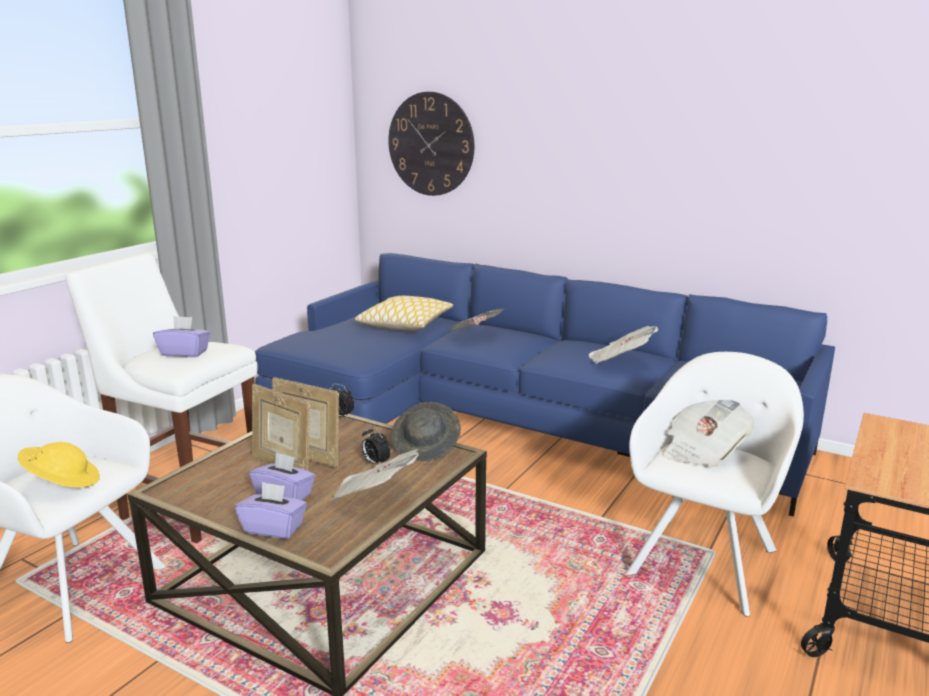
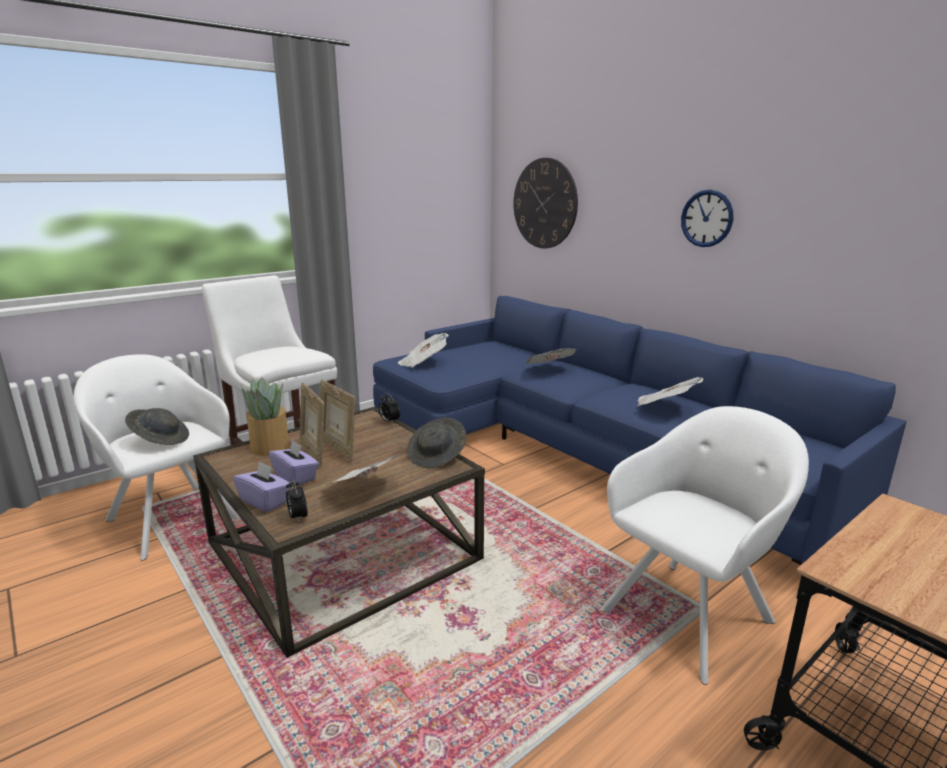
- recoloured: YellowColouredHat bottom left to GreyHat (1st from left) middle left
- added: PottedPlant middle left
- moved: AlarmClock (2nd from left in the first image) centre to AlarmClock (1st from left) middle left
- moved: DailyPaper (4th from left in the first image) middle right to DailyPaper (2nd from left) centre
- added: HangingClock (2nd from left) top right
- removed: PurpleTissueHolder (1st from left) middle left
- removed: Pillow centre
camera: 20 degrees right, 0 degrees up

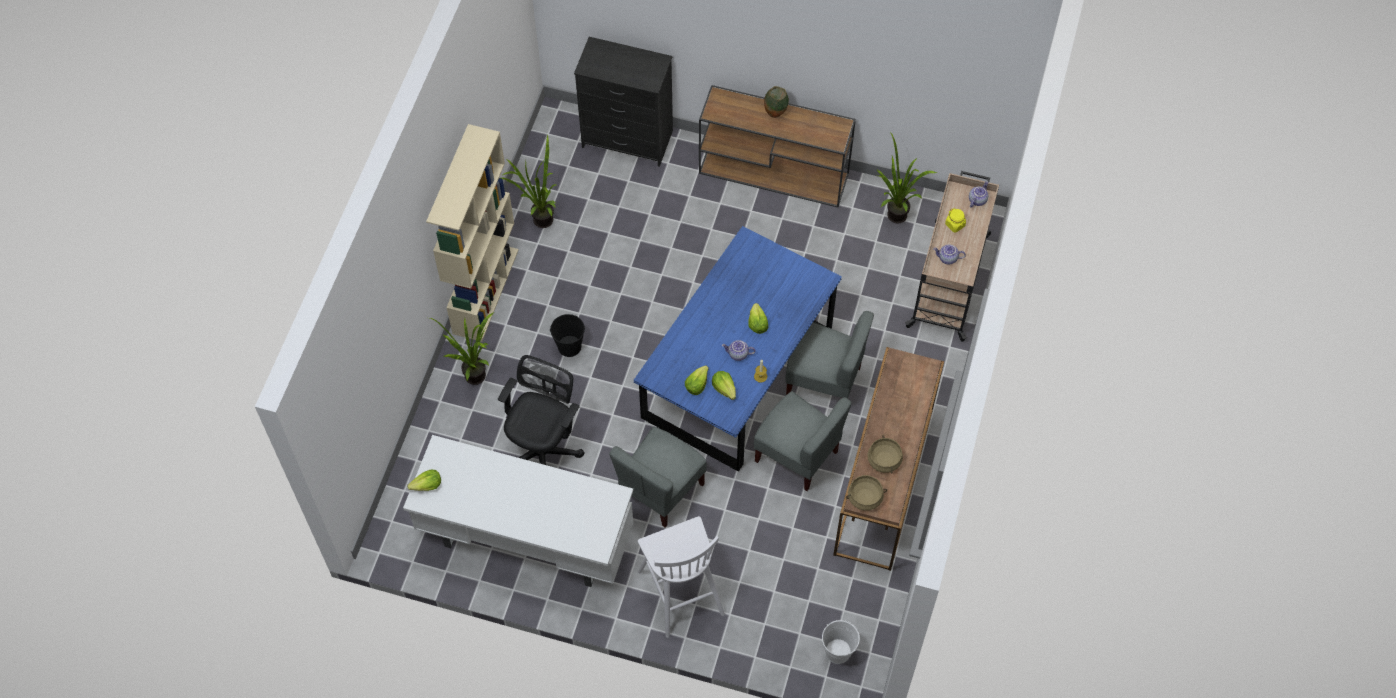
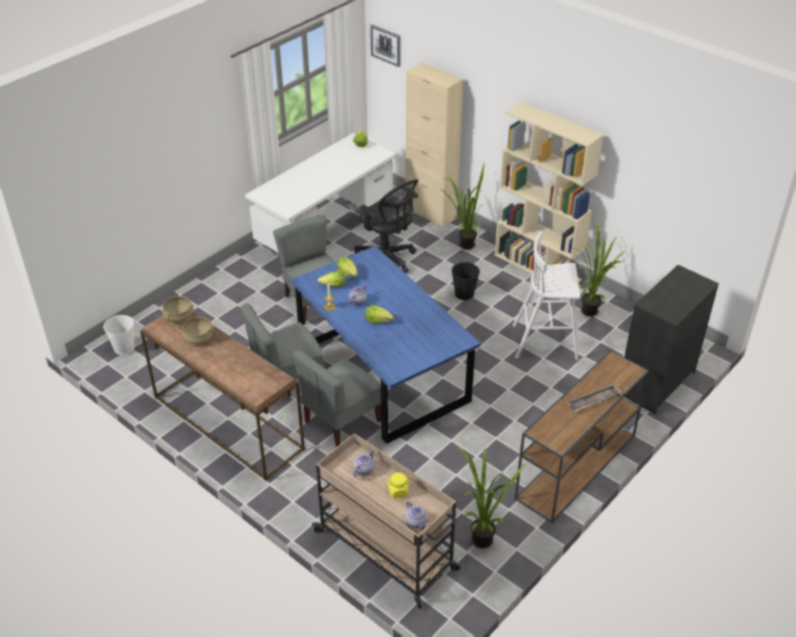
- added: Picture top centre
- added: BeigeColouredStorageCabinet top centre
- moved: WhitishStool bottom centre to middle right
- replaced: FlowerVase top centre to Tray middle right
camera: 115 degrees right, 20 degrees down

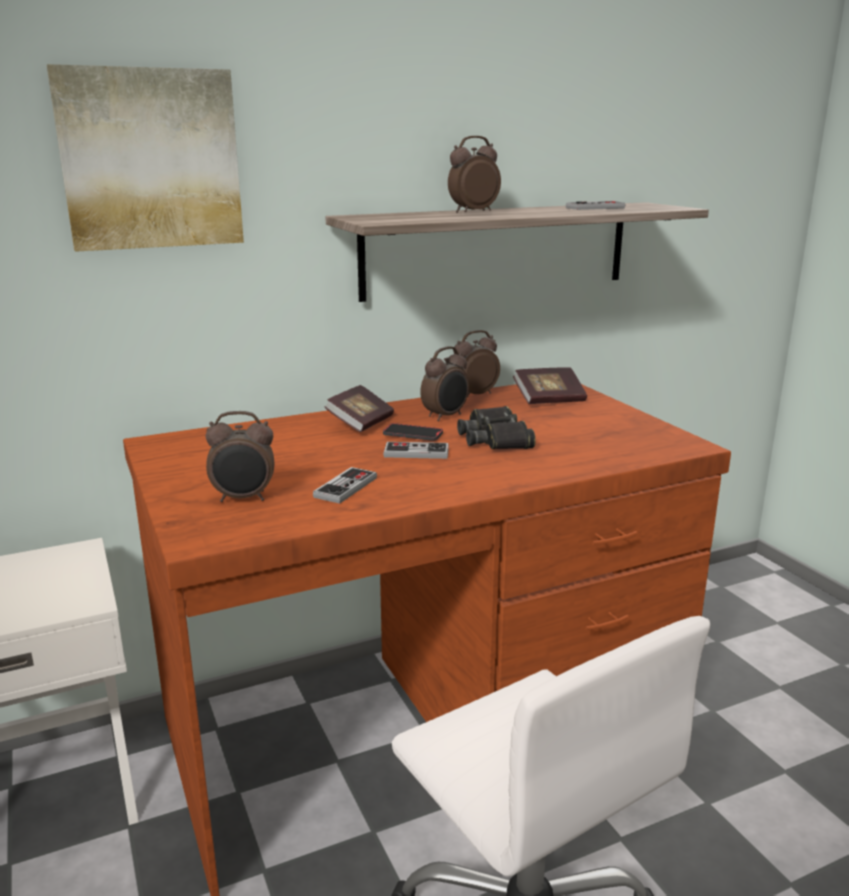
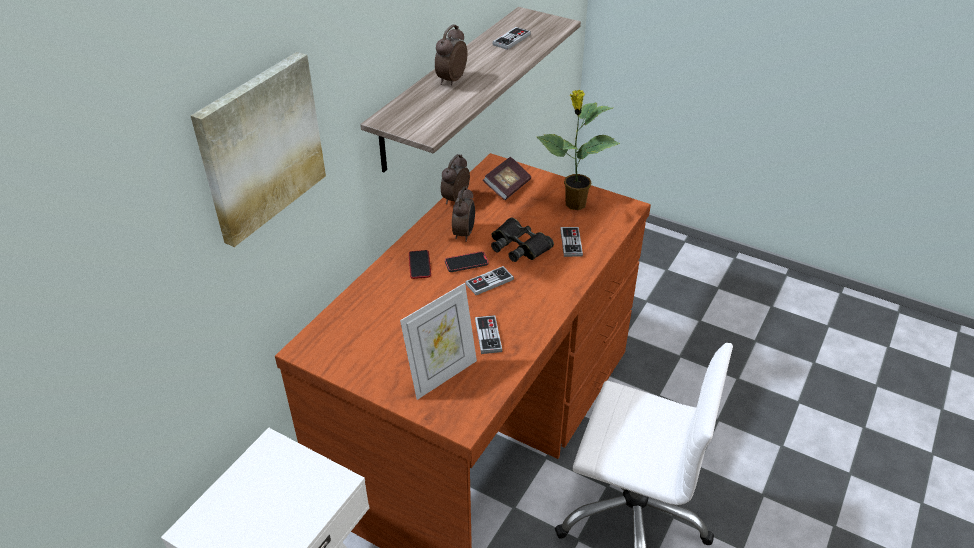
- replaced: AlarmClock (1st from left) middle left to PictureFrame centre
- replaced: Volume (1st from left) centre to Handset (1st from left) centre
- added: PottedPlant top centre
- added: Gamepad (4th from left) centre
camera: 35 degrees left, 20 degrees up

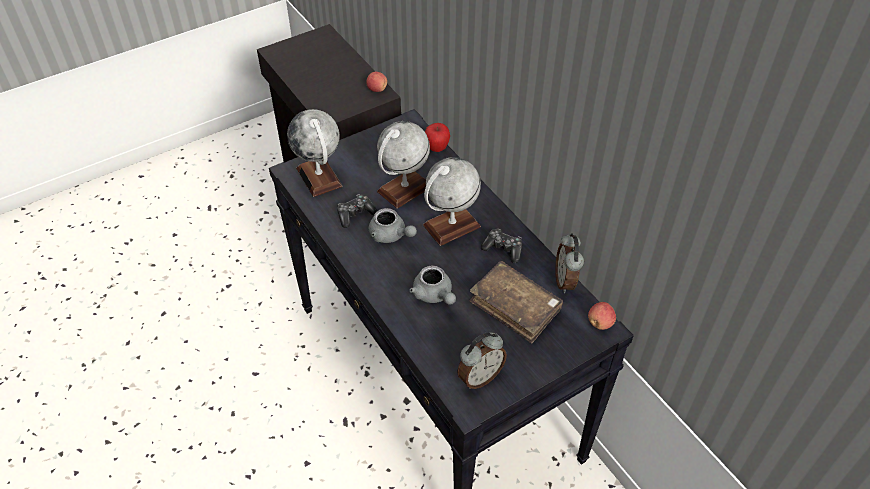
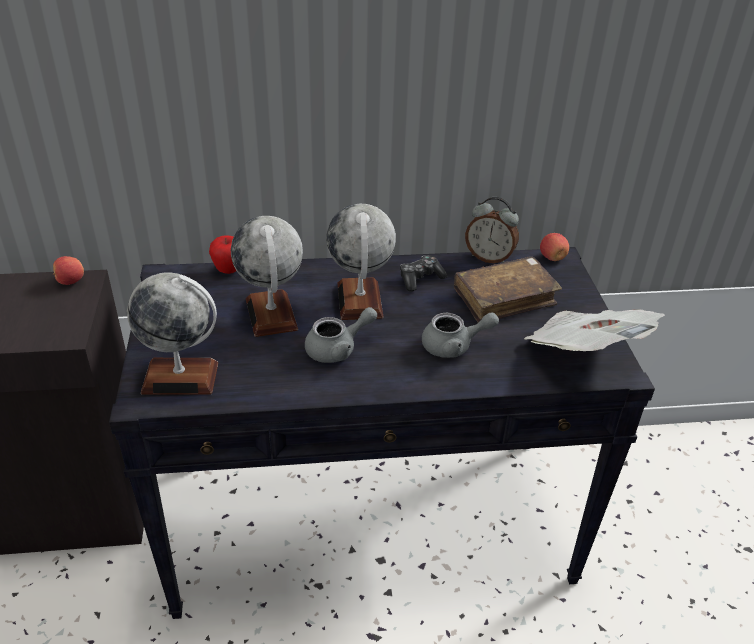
- replaced: AlarmClock (1st from left) bottom centre to DailyPaper middle right
- removed: Gamepad (1st from left) centre
camera: 65 degrees left, 10 degrees down

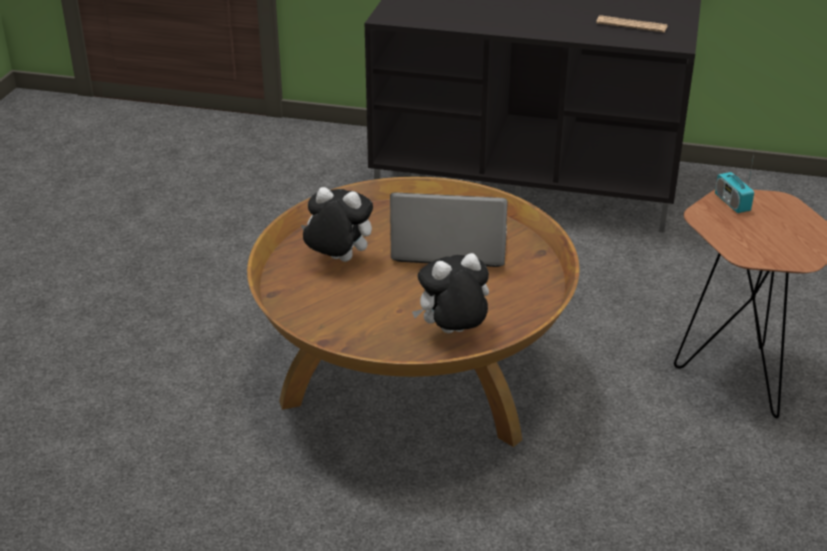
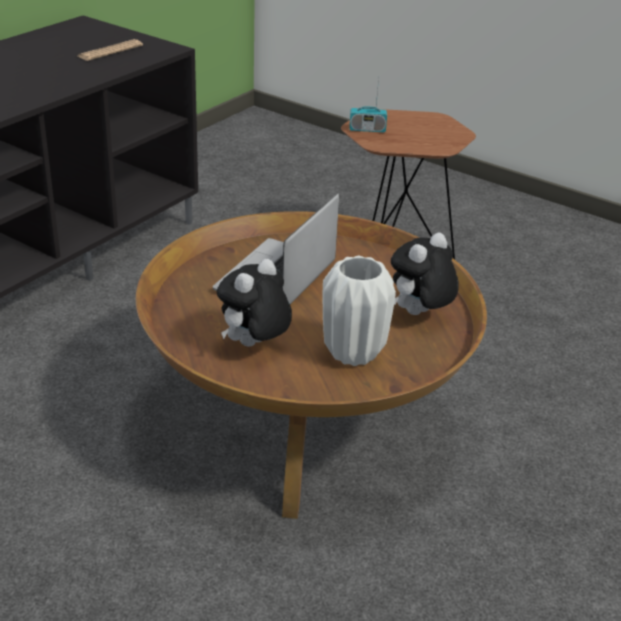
- added: WhitishFlowerVase centre
- turned: SoftToy (2nd from left) centre = middle right 45 degrees clockwise
camera: 70 degrees left, 0 degrees up

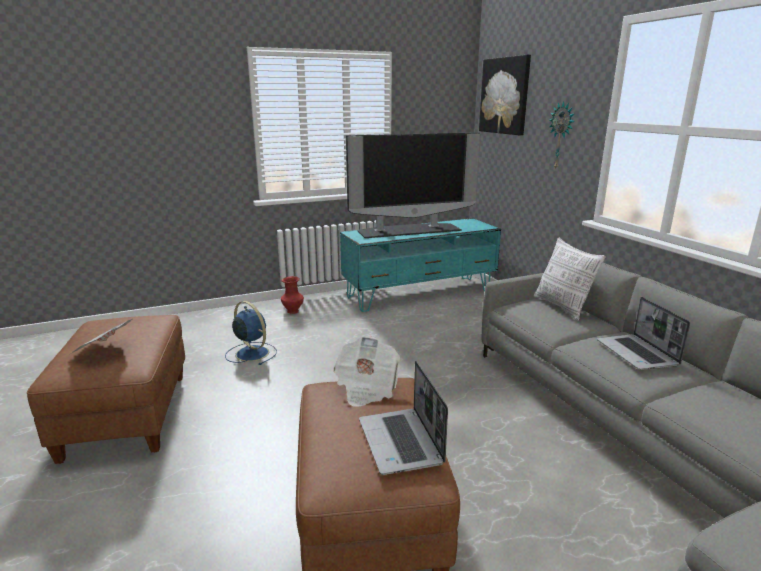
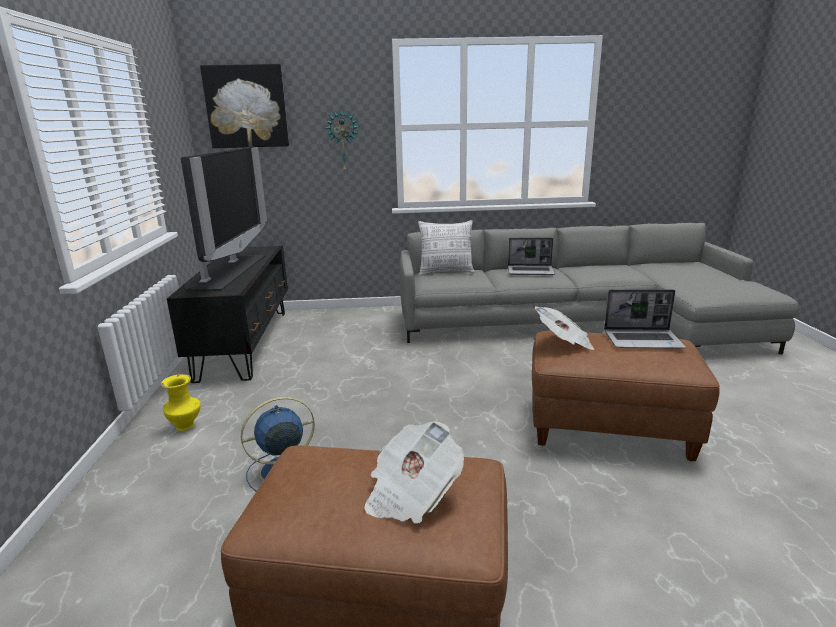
- recoloured: ReddishFlowerVase centre to YellowColouredFlowerVase middle left
- recoloured: BlueGreenTvUnit centre to BlackishTvUnit middle left
camera: 70 degrees left, 0 degrees up

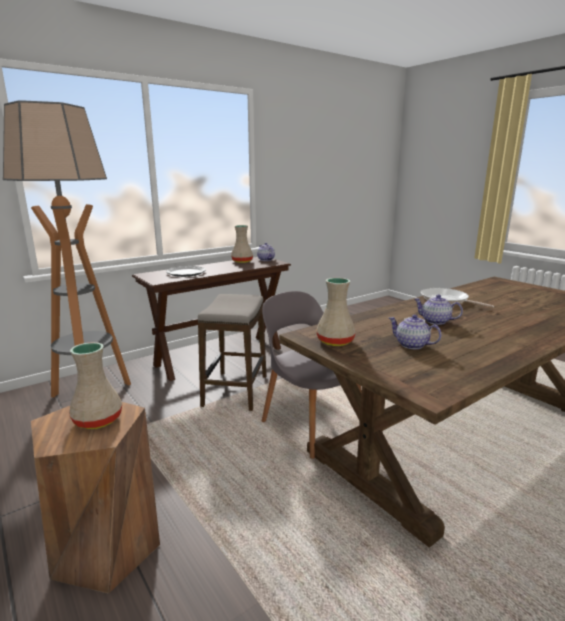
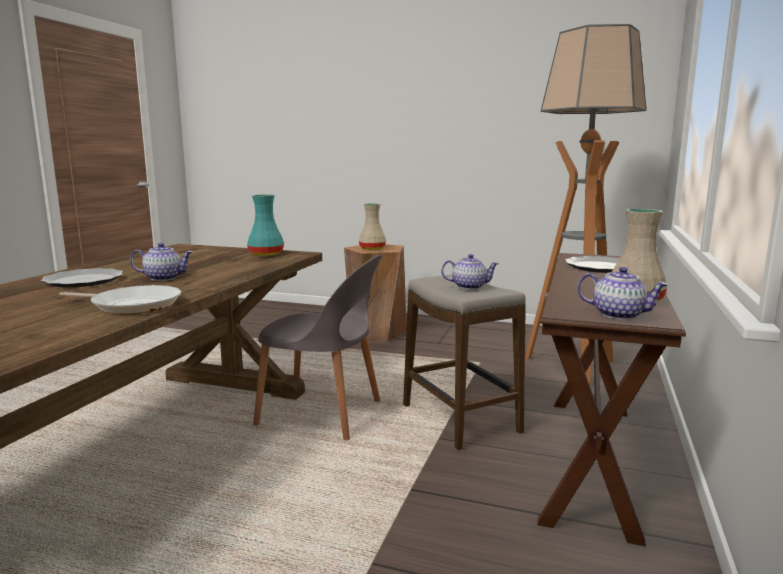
- added: FlatDish (1st from left) middle left
- recoloured: BeigeColouredFlowerVase (3rd from left) centre to BlueGreenFlowerVase centre
- moved: TeaPot (2nd from left) middle right to centre
camera: 145 degrees right, 5 degrees down

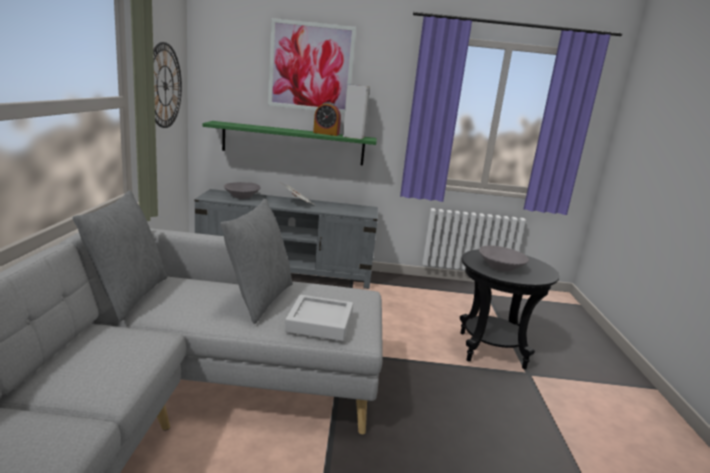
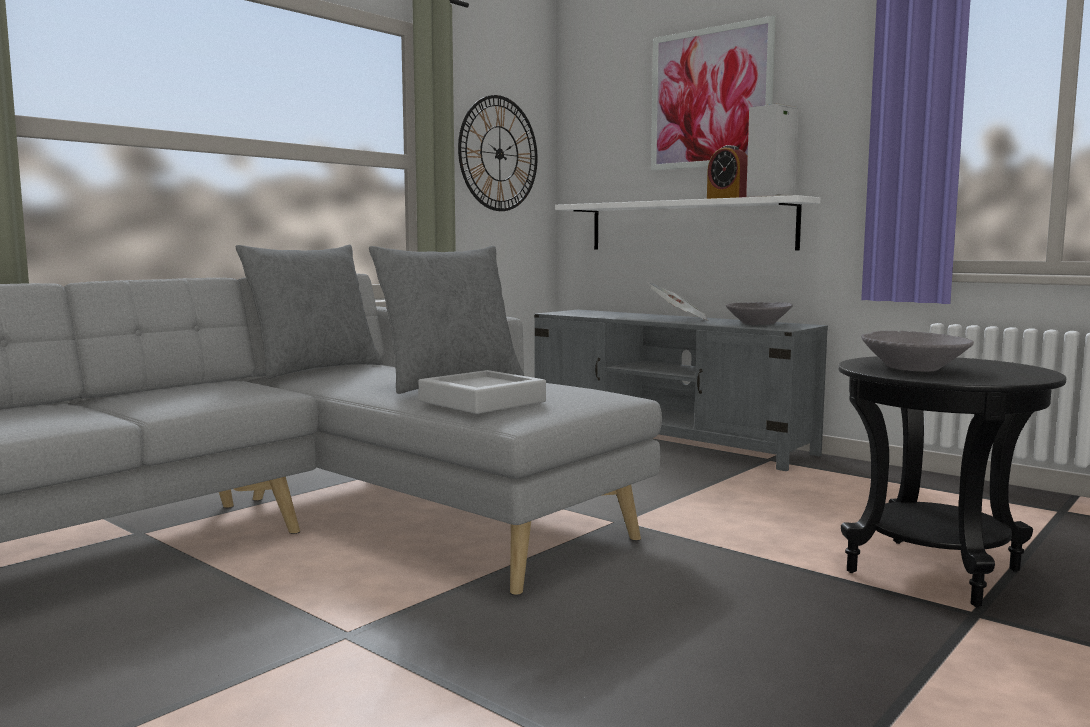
- recoloured: GreenishShelf top centre to WhitishShelf top centre
- moved: GreyServingBowl (1st from left) centre to middle right
camera: 40 degrees right, 10 degrees down

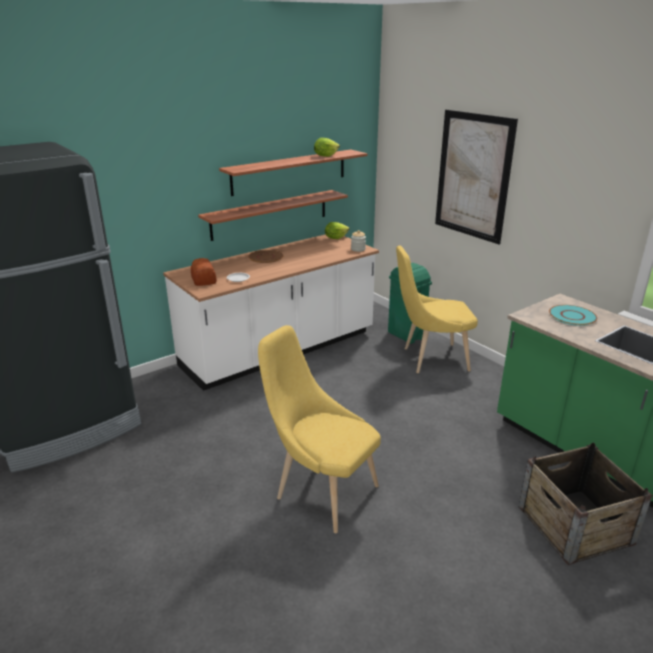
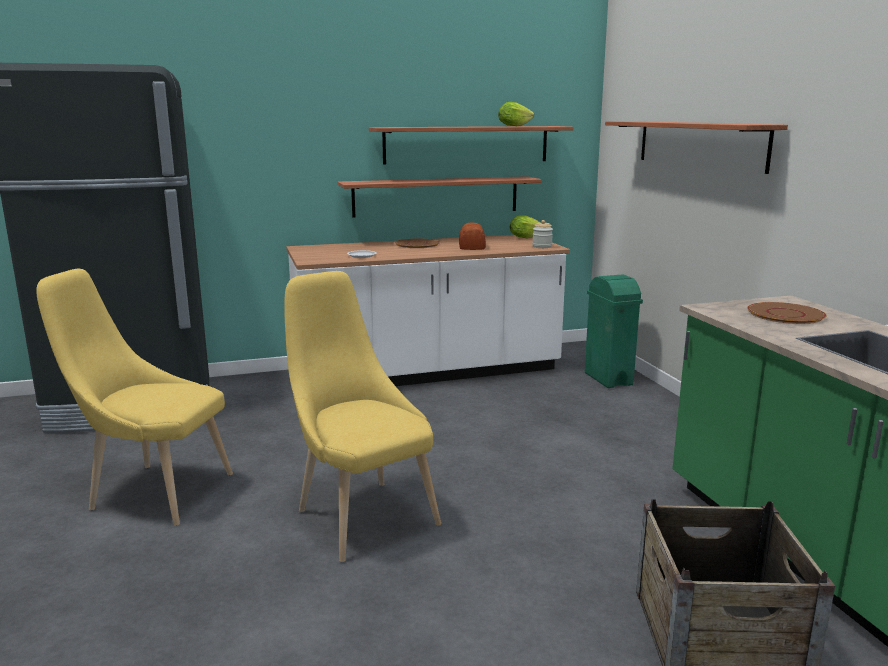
- moved: YellowColouredPlainChair (2nd from left in the first image) middle right to YellowColouredPlainChair (1st from left) middle left
- moved: BakedBread middle left to centre
- replaced: Picture top right to Shelf (3rd from left) top right
- recoloured: BlueGreenFlatDish middle right to BrownFlatDish (2nd from left) middle right
camera: 20 degrees right, 10 degrees down

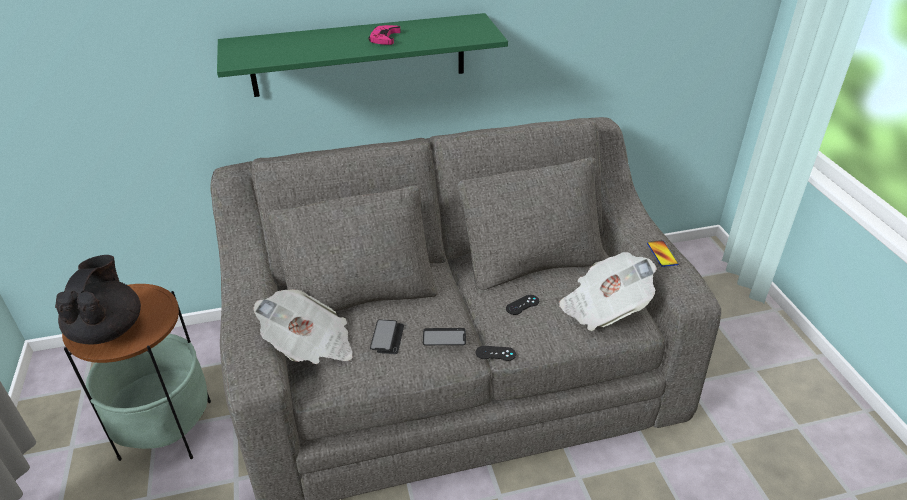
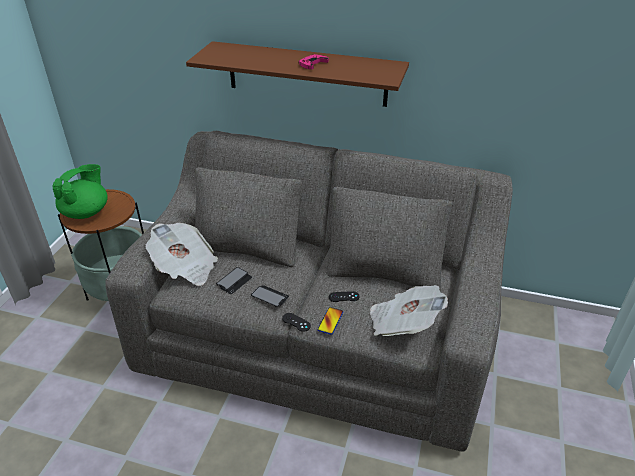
- recoloured: BlackishTeaPot middle left to GreenishTeaPot middle left
- recoloured: GreenishShelf top centre to BrownShelf top centre
- moved: Handset (3rd from left) middle right to bottom centre
camera: 30 degrees right, 0 degrees up

